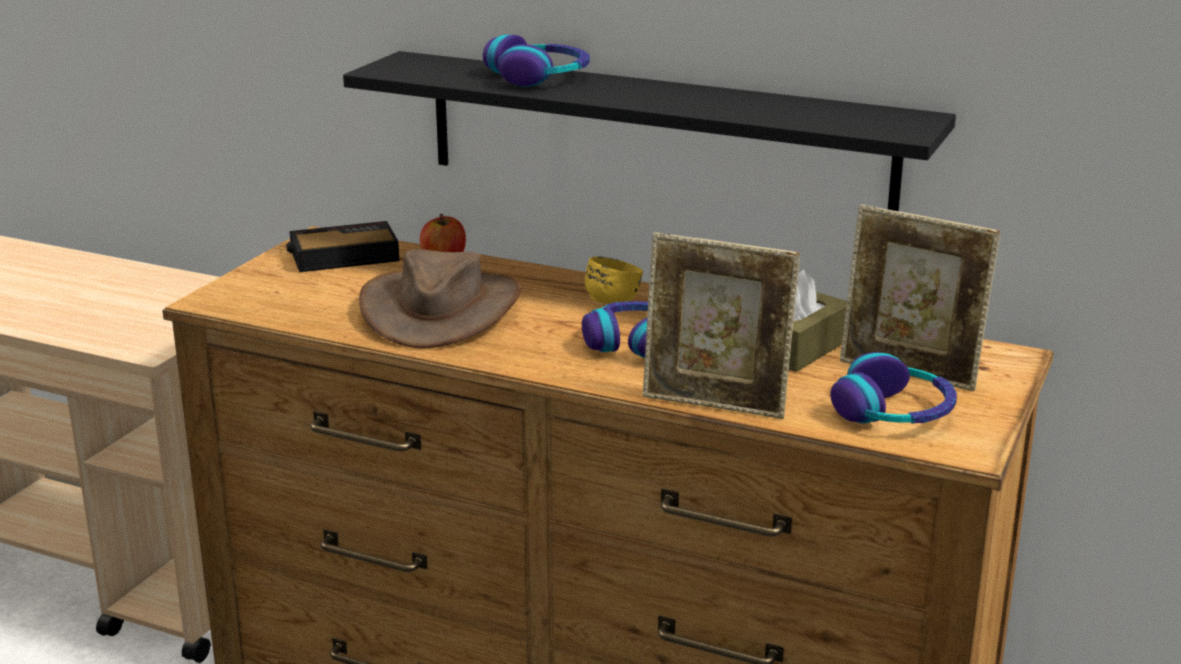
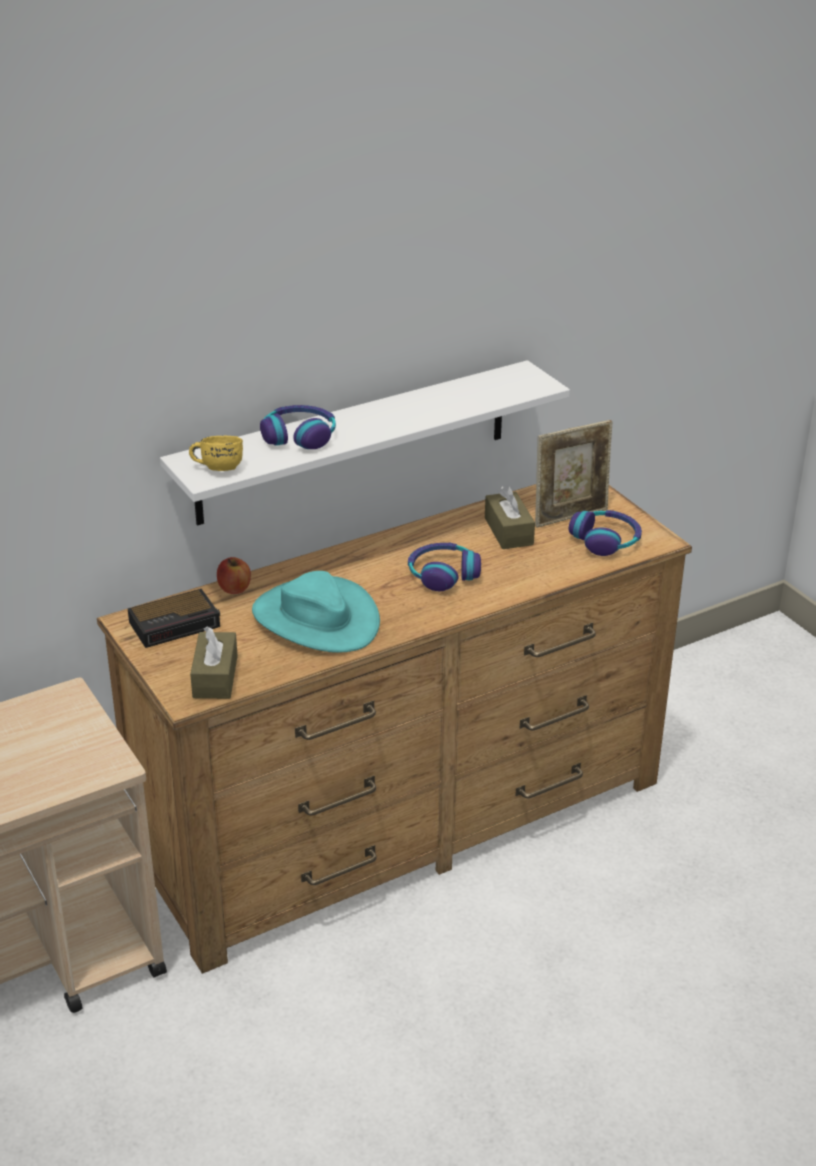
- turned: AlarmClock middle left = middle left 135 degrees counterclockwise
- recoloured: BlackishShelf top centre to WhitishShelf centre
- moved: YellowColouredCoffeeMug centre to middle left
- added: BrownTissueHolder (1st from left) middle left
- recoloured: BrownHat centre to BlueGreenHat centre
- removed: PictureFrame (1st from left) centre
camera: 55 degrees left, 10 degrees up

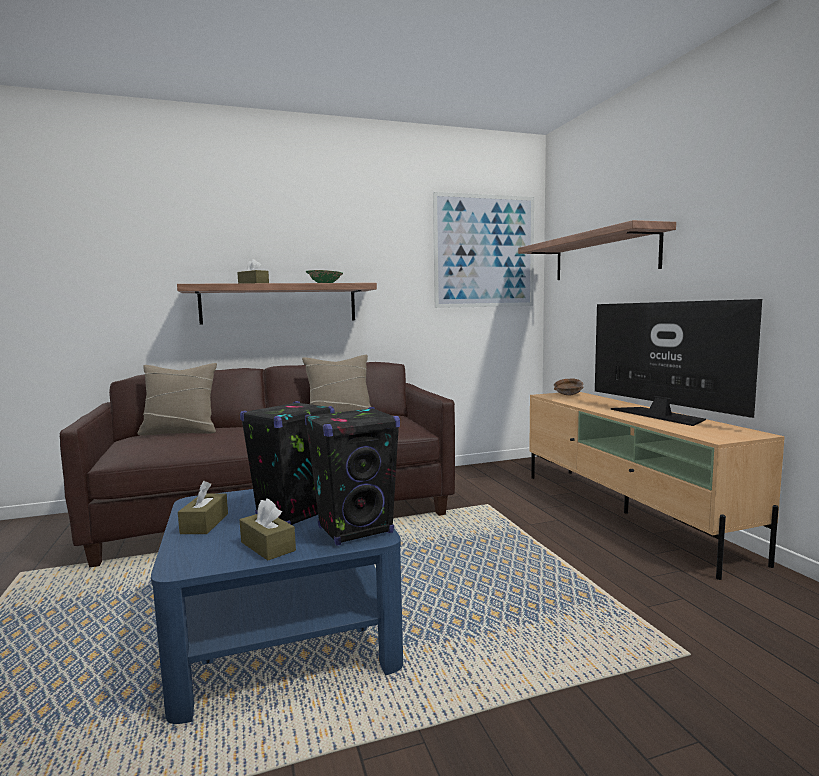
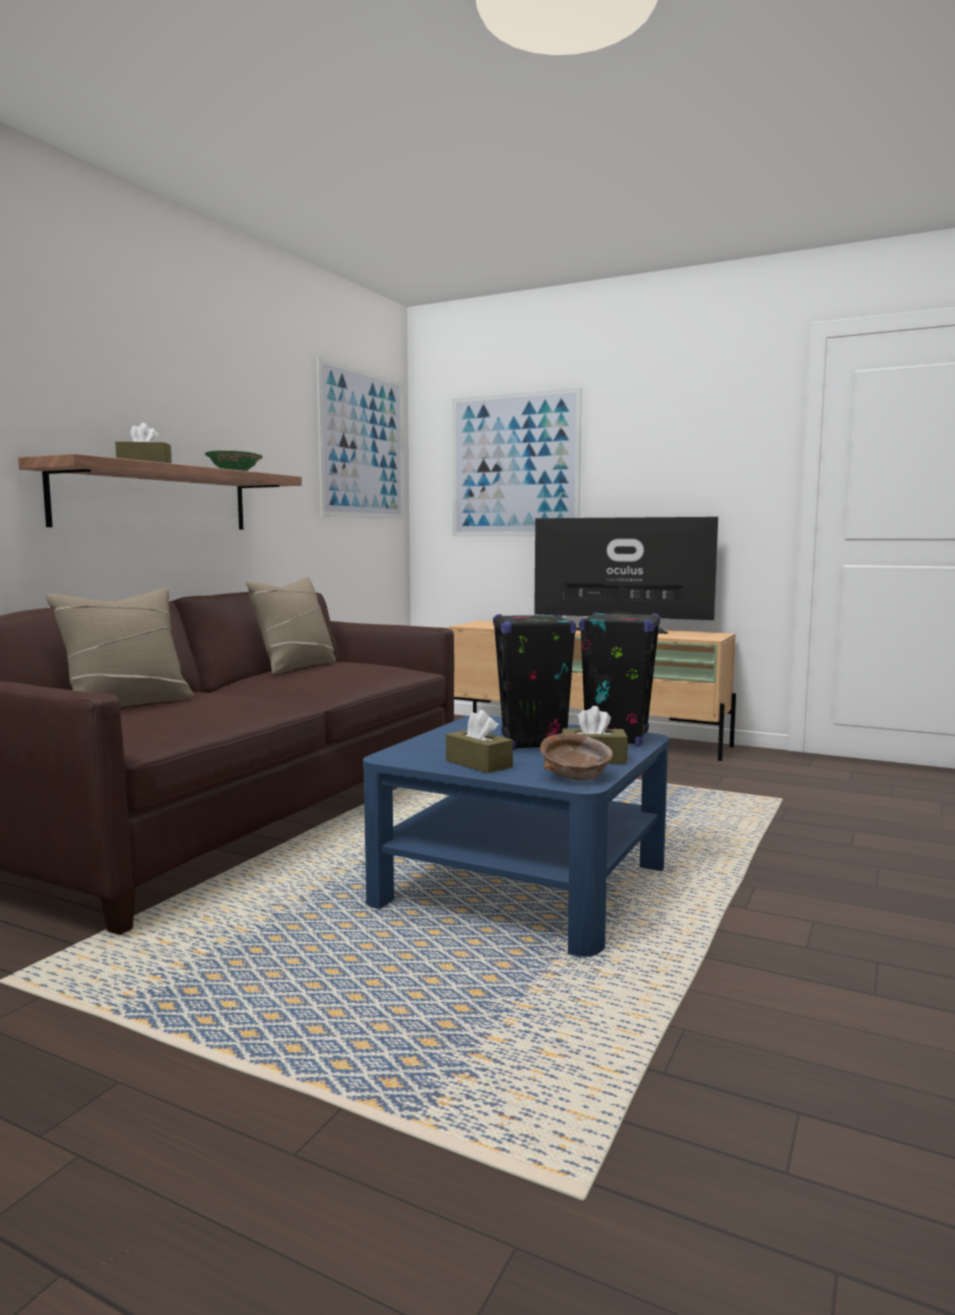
- replaced: Shelf (2nd from left) top right to Picture (2nd from left) centre
- moved: BrownServingBowl middle right to centre
camera: 45 degrees left, 0 degrees up

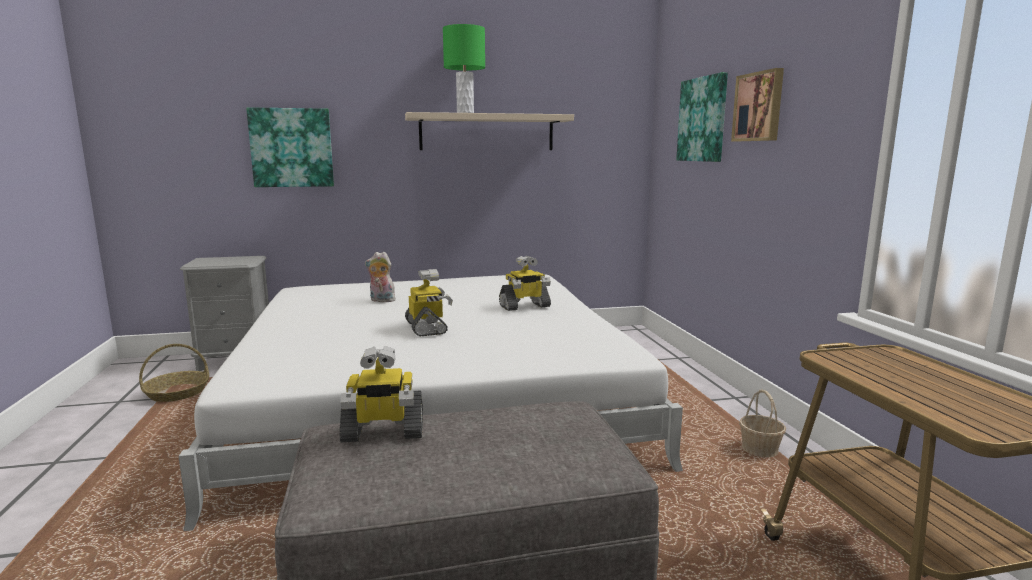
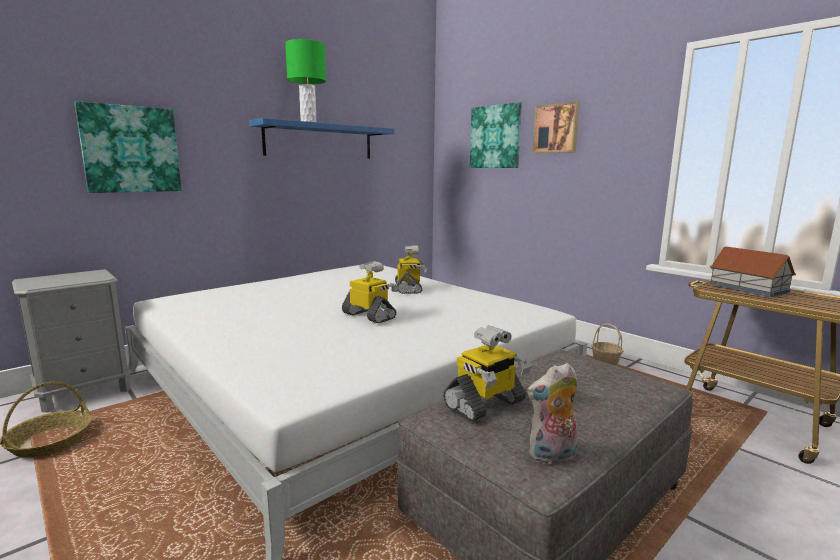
- recoloured: BeigeColouredShelf top centre to BlueColouredShelf top centre
- turned: ToyRobot (3rd from left in the first image) centre = centre 45 degrees counterclockwise
- moved: SoftToy centre to bottom centre
- added: ToyHouse middle right
camera: 30 degrees left, 0 degrees up

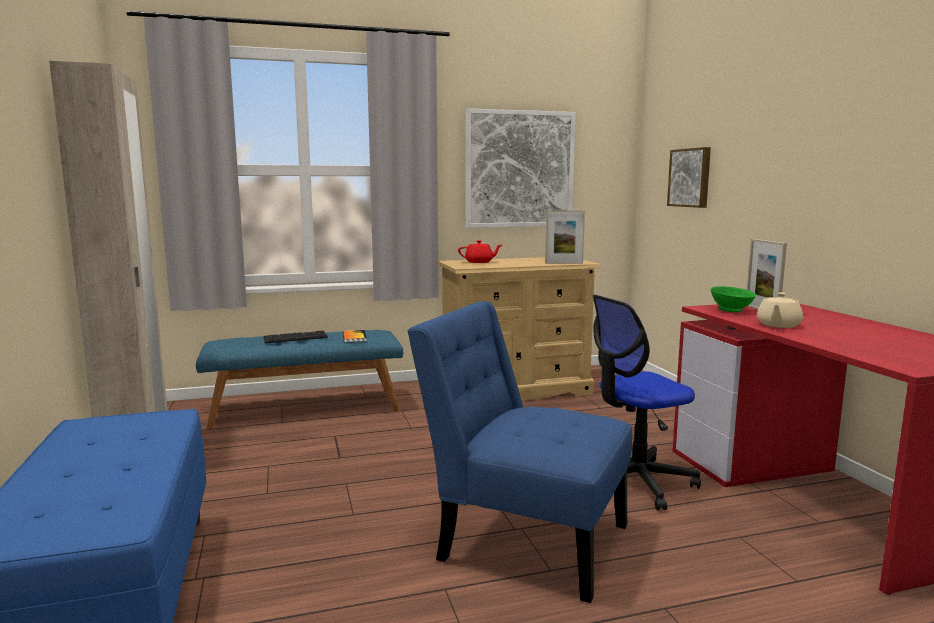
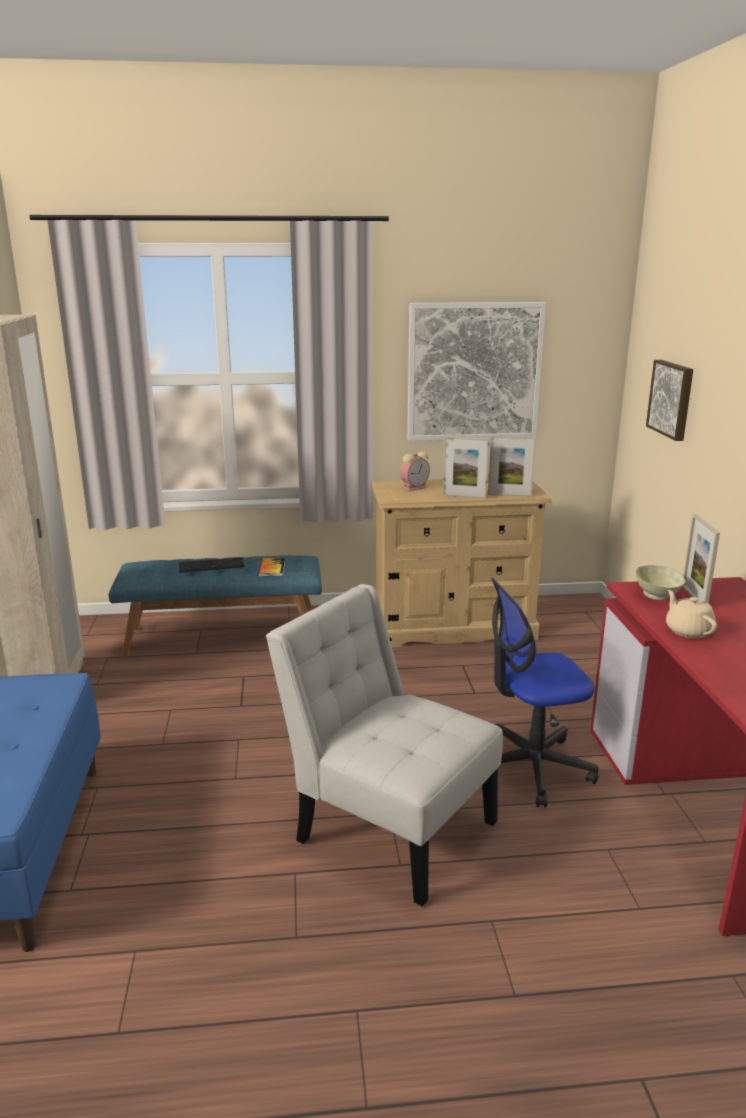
- recoloured: BlueColouredPlainChair bottom centre to WhitishPlainChair centre
- replaced: ReddishTeaPot centre to AlarmClock centre
- added: PictureFrame (1st from left) centre
- recoloured: GreenishServingBowl middle right to BeigeColouredServingBowl middle right
- turned: BeigeColouredTeaPot middle right = middle right 120 degrees clockwise
camera: 10 degrees right, 10 degrees up

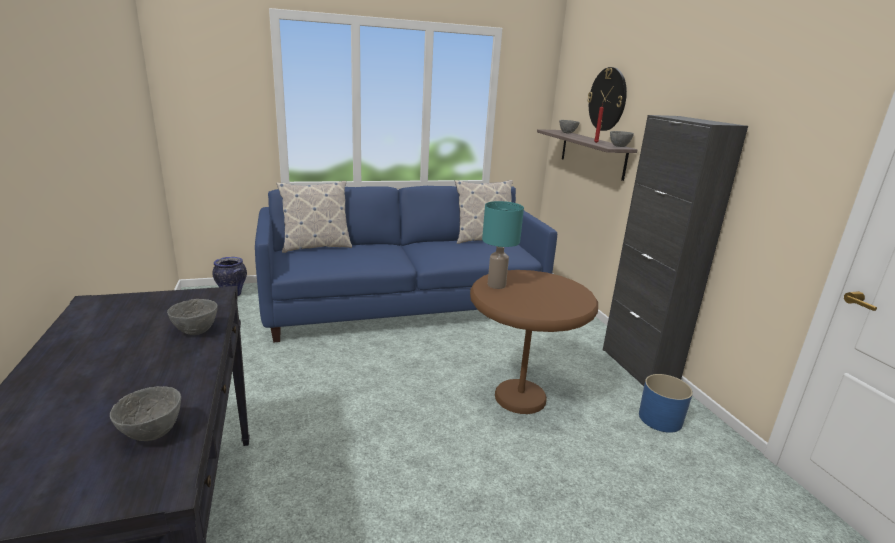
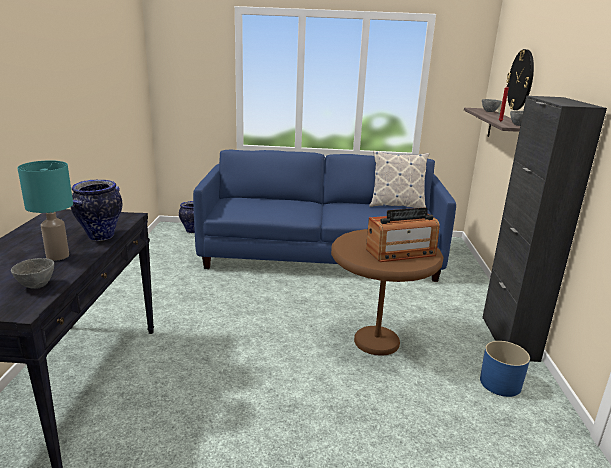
- moved: BlueGreenTableLamp centre to middle left
- replaced: GreyServingBowl (2nd from left) middle left to FlowerVase (1st from left) middle left
- added: RadioSet centre
- removed: Pillow (1st from left) centre
camera: 20 degrees right, 0 degrees up

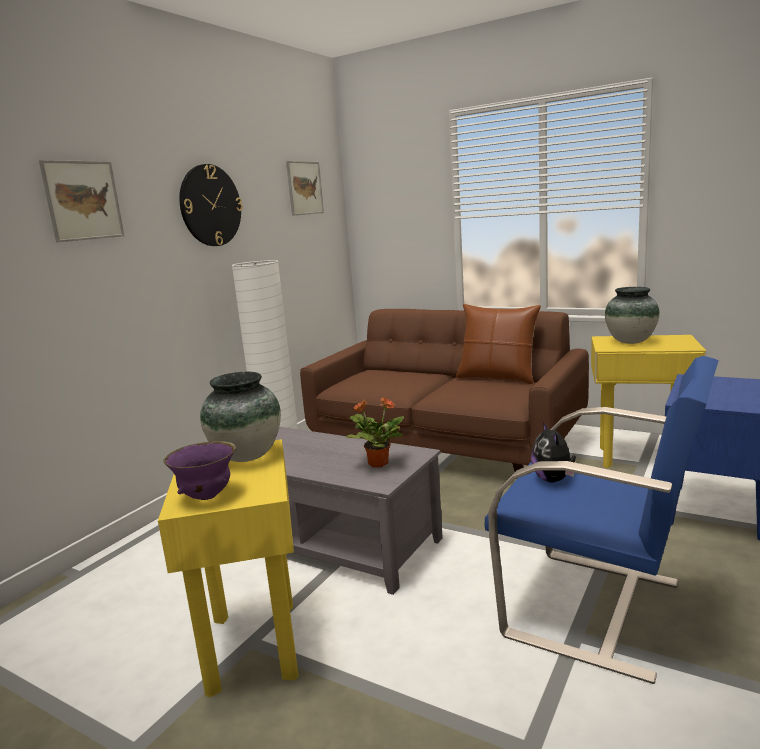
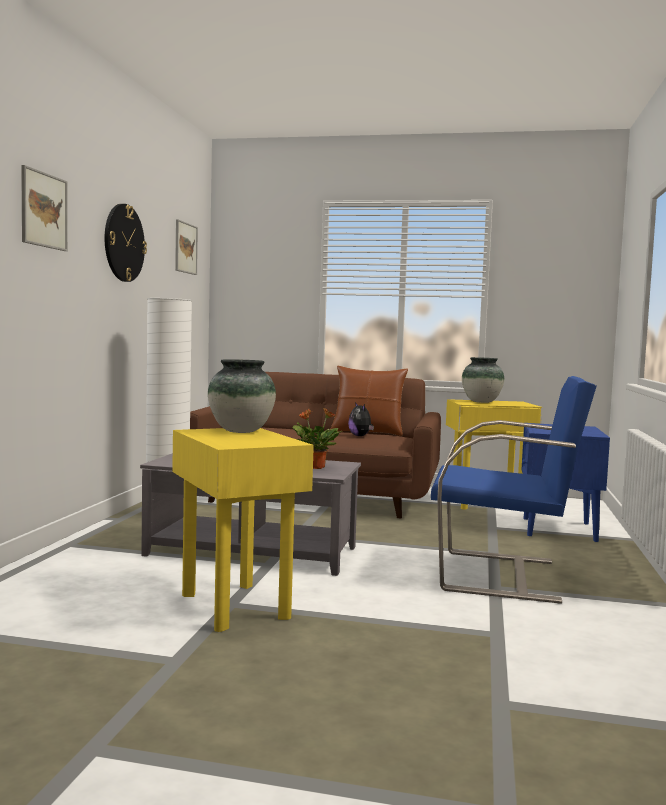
- moved: SoftToy middle right to centre
- removed: PurpleServingBowl middle left
camera: 20 degrees left, 10 degrees down

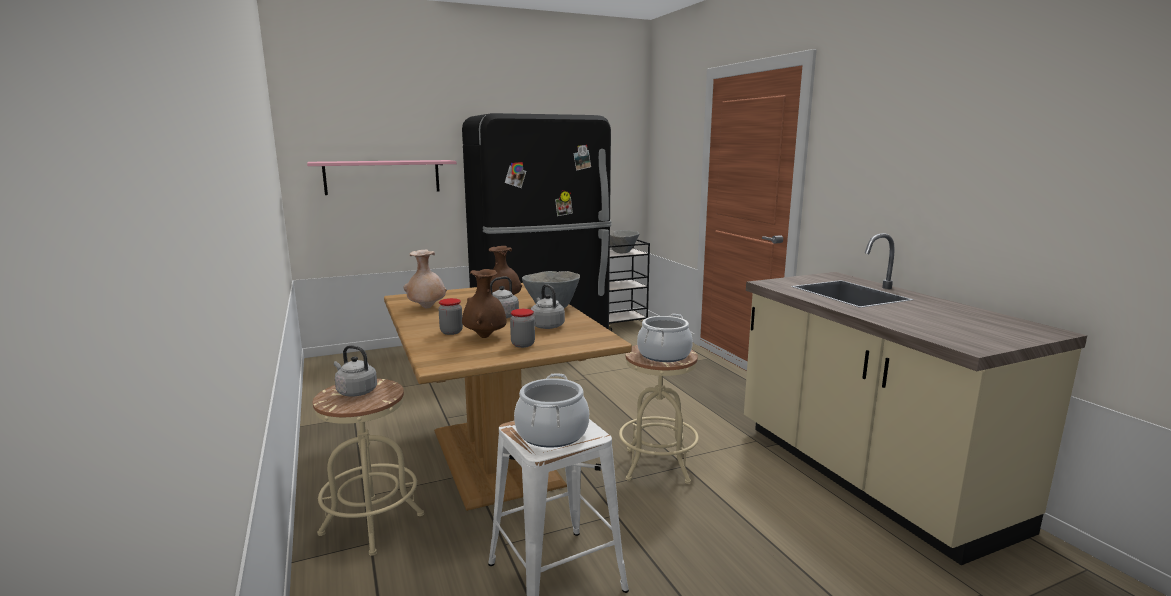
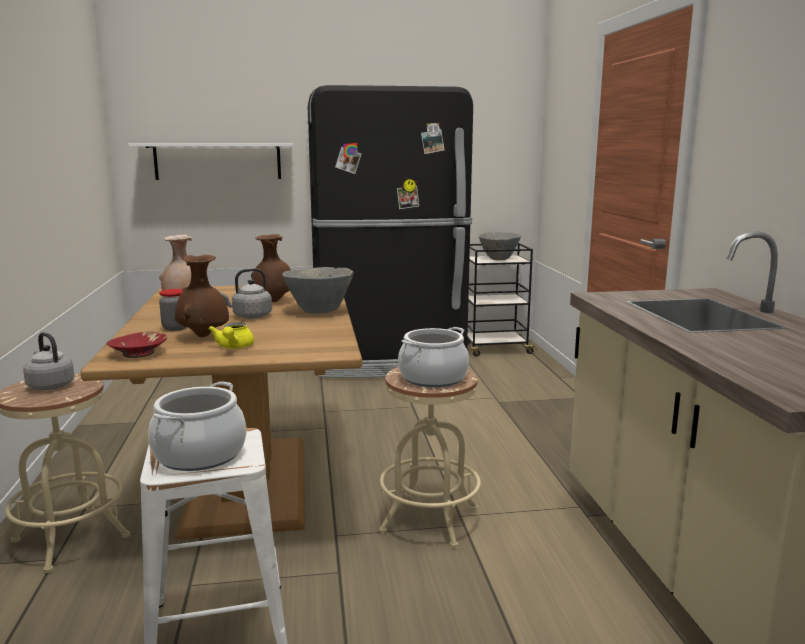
- added: ReddishServingBowl middle left
- recoloured: PinkishShelf top left to WhitishShelf top left
- replaced: PreserveJar (2nd from left) centre to YellowColouredTeaPot middle left
- removed: GreyWaterKettle (3rd from left) centre
camera: 15 degrees right, 0 degrees up

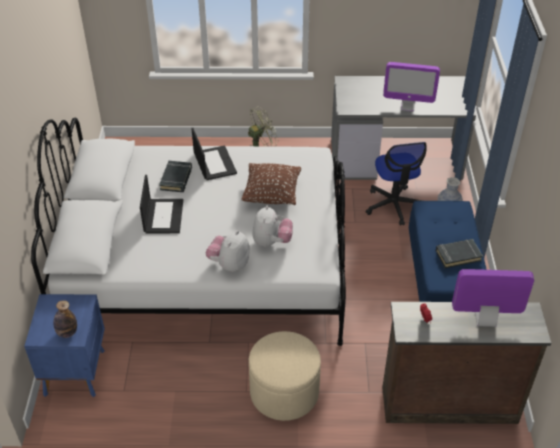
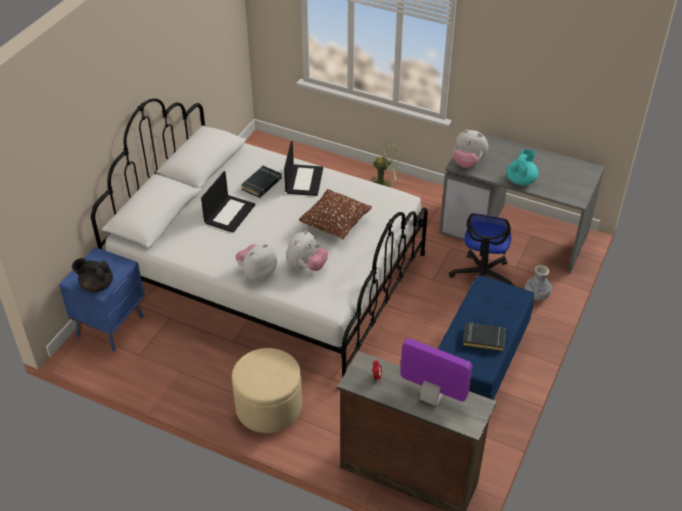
- replaced: BeverageBottle bottom left to BlackishTeaPot middle left
- added: SoftToy (3rd from left) top right
- replaced: Monitor (1st from left) top right to BlueGreenTeaPot top right
camera: 25 degrees right, 0 degrees up

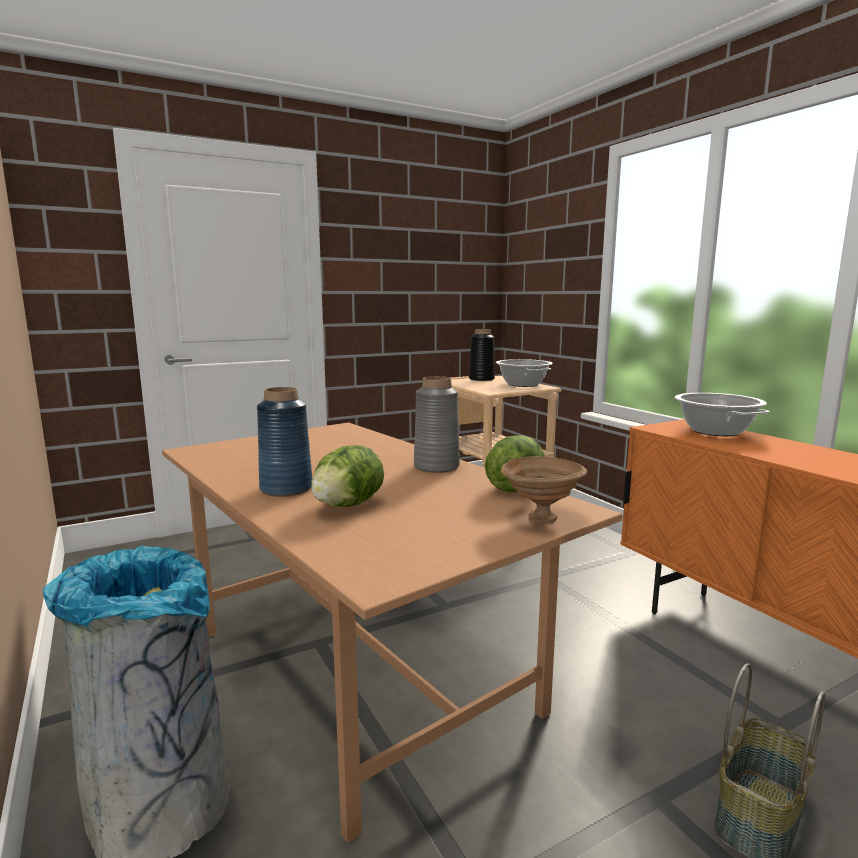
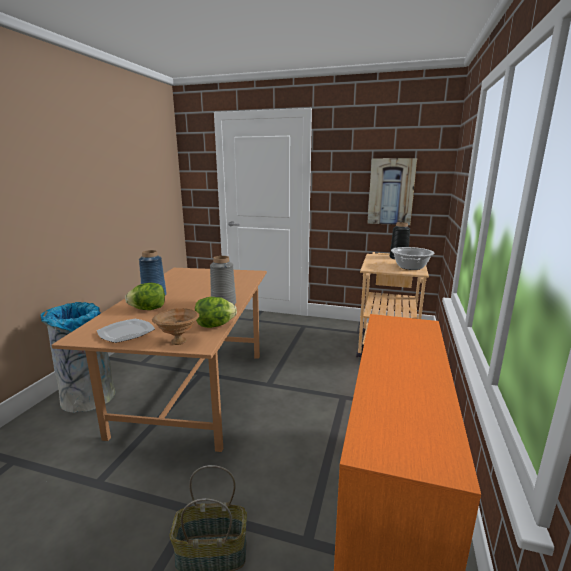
- added: FlatDish middle left
- added: Picture middle right
- removed: Stockpot (2nd from left) middle right
camera: 45 degrees right, 5 degrees up

